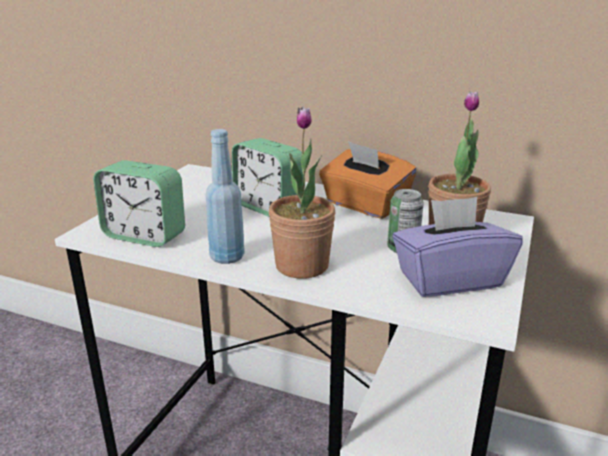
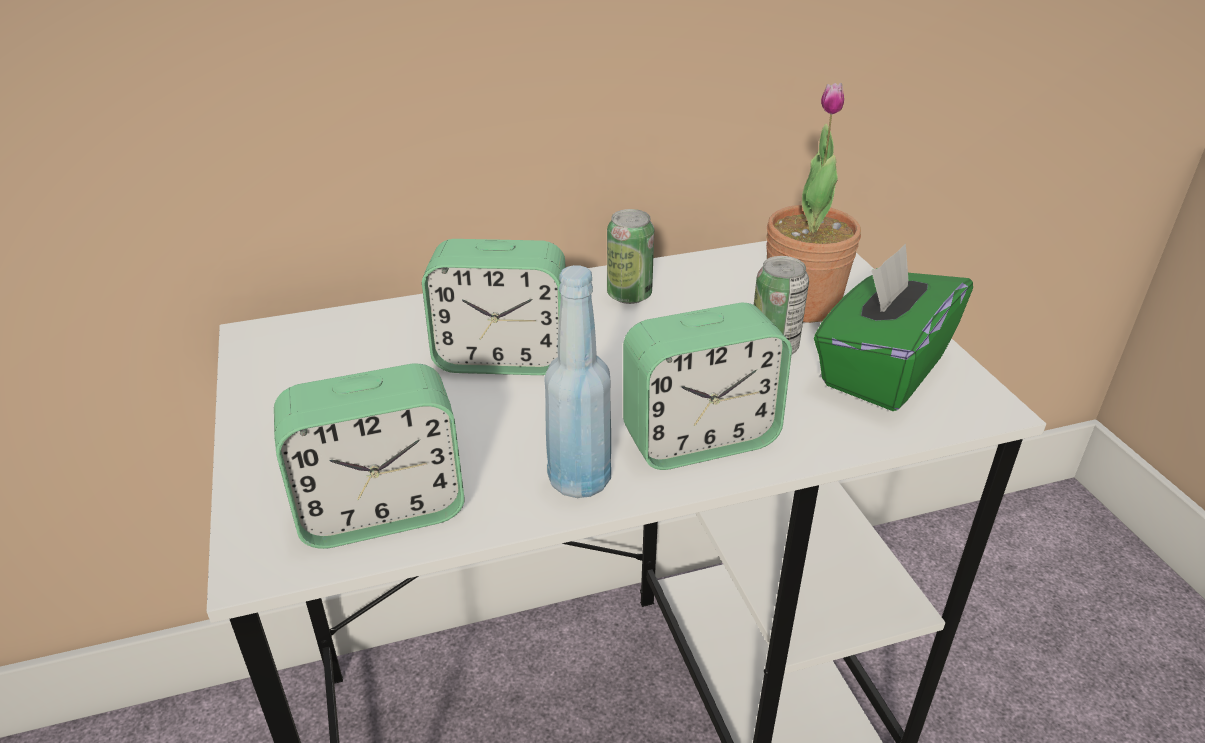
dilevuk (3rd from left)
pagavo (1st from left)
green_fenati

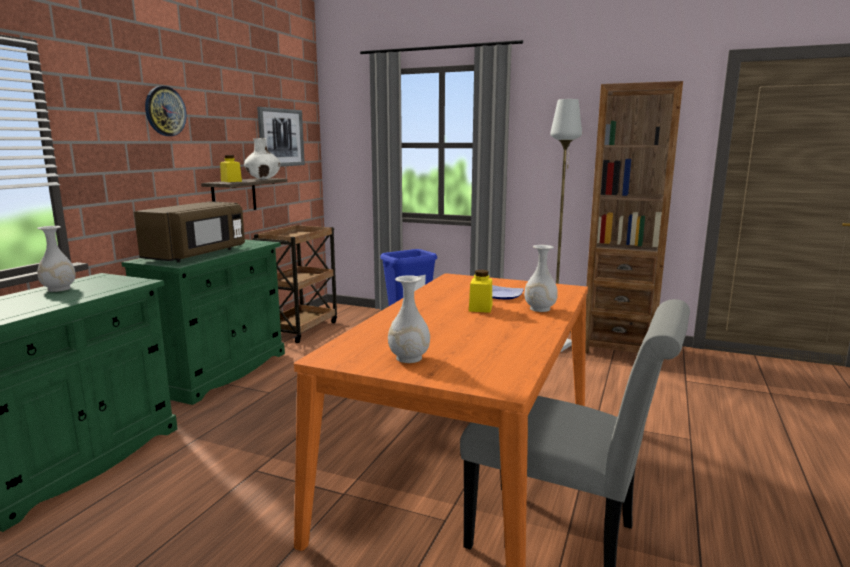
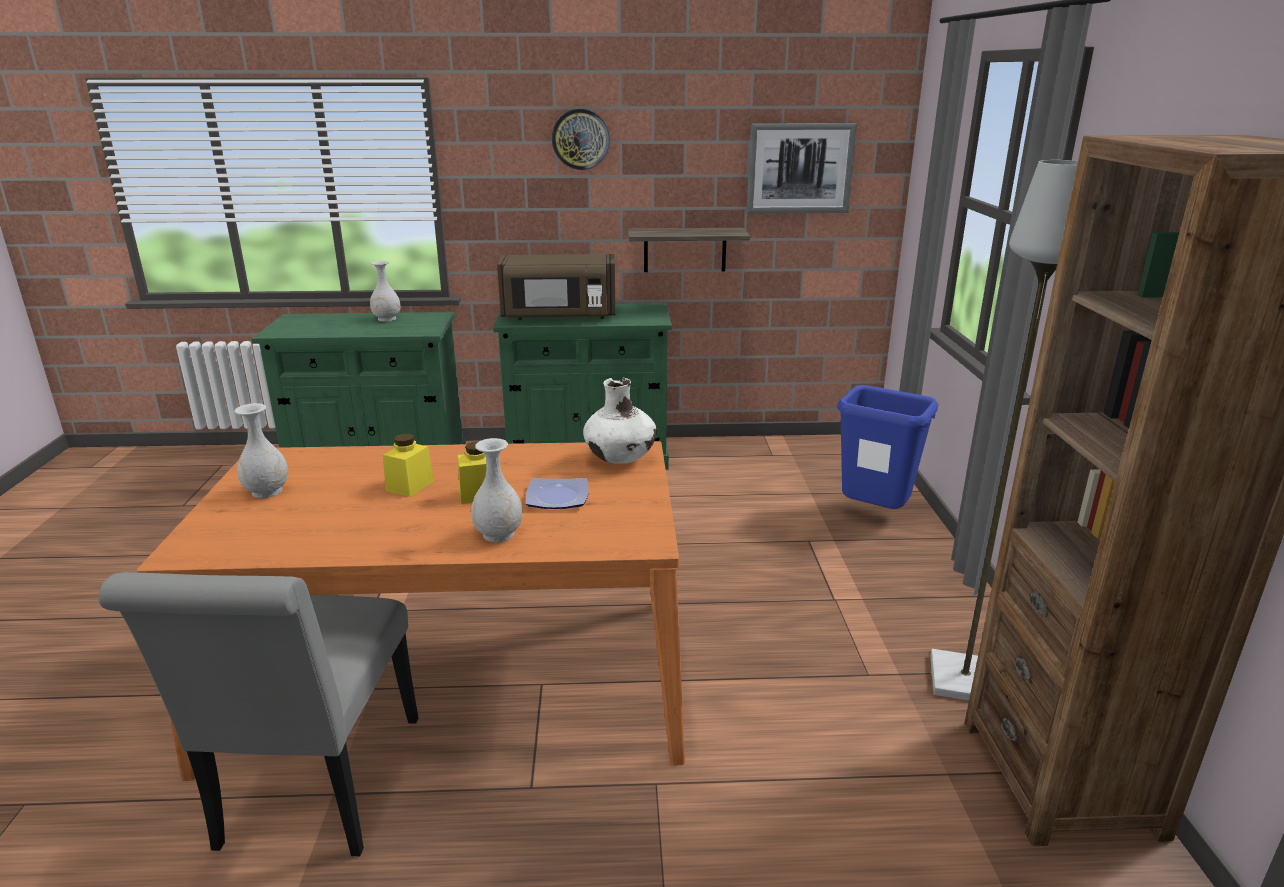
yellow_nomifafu (1st from left)
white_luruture (4th from left)
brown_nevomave

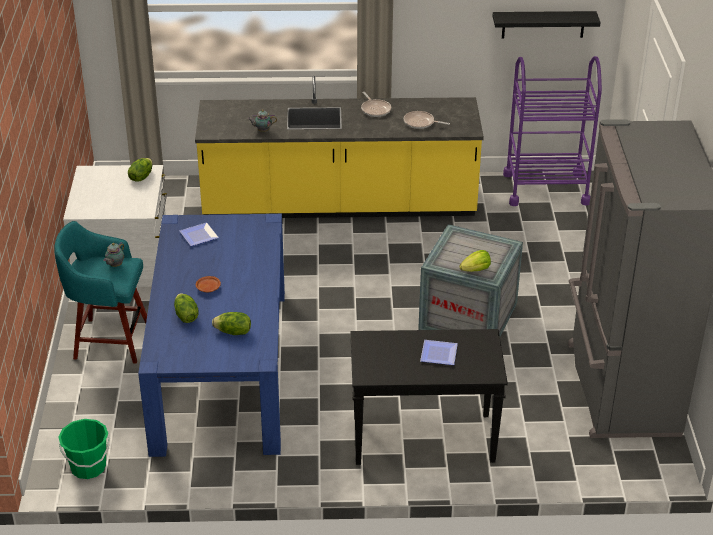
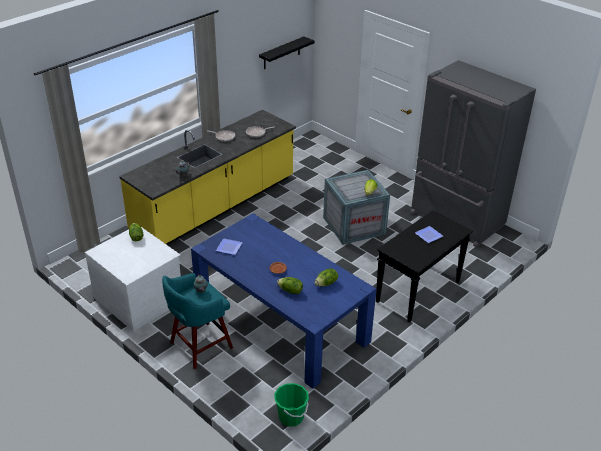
purple_nevomave

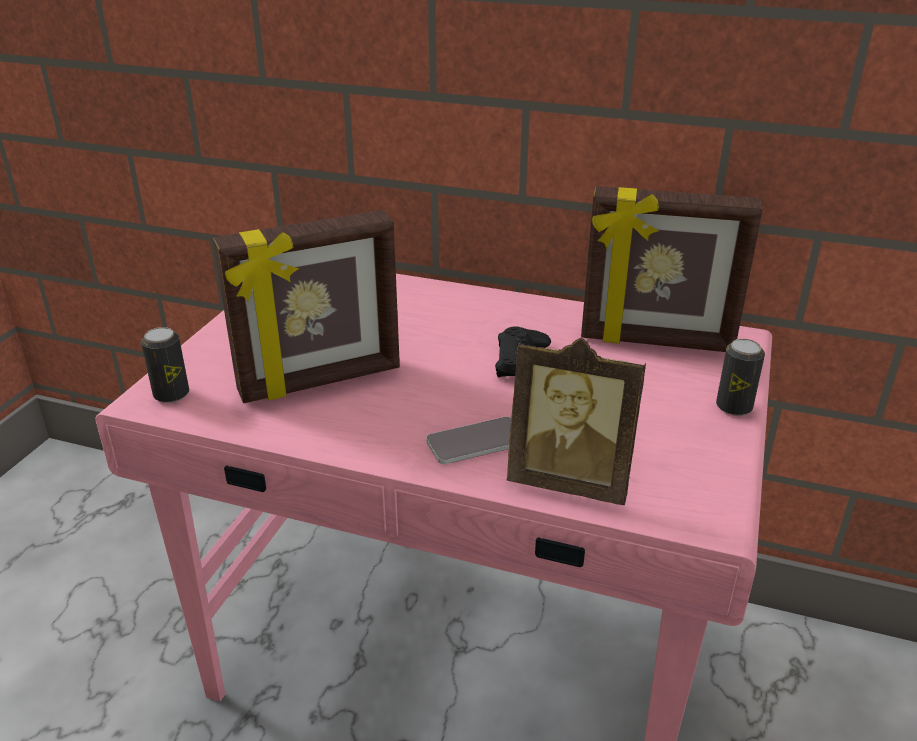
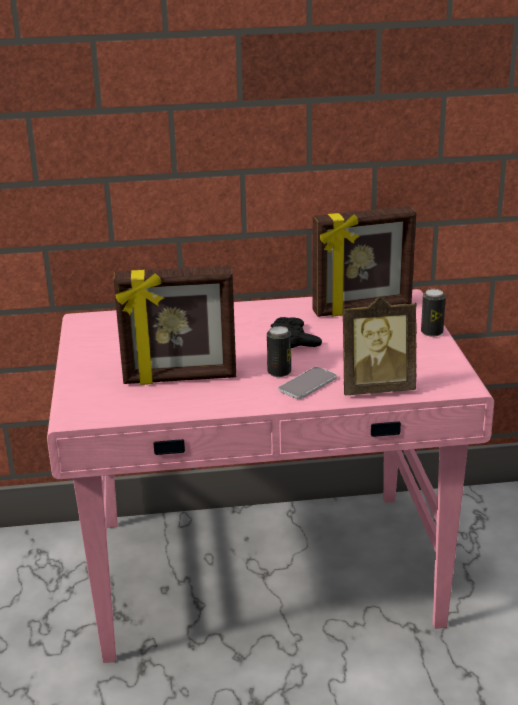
pagavo (1st from left)
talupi (1st from left)

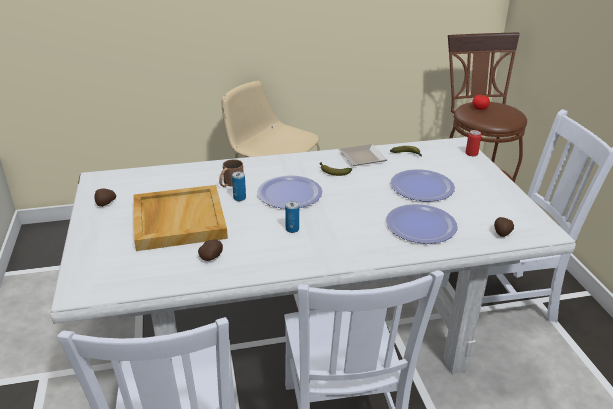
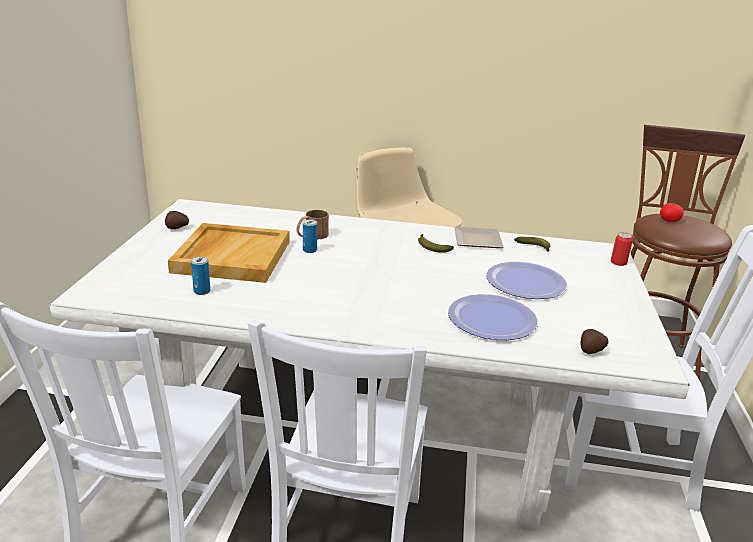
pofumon (2nd from left in the first image)
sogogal (1st from left in the first image)
pagavo (1st from left)

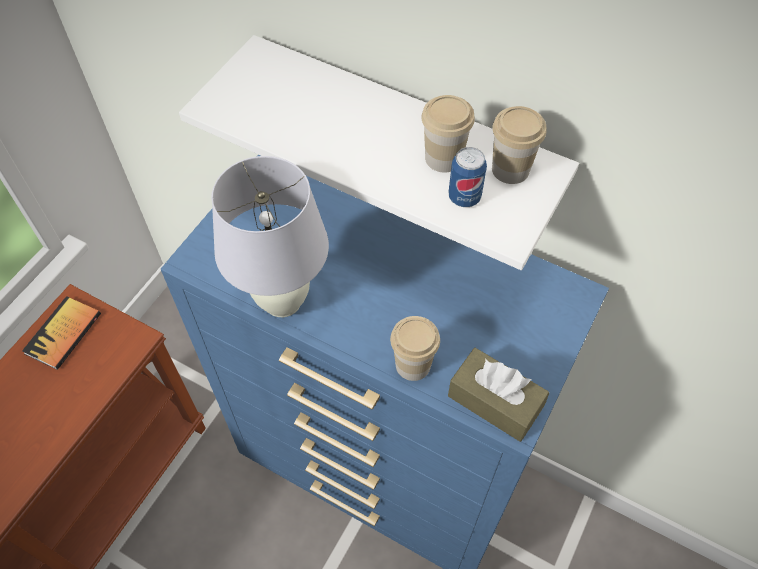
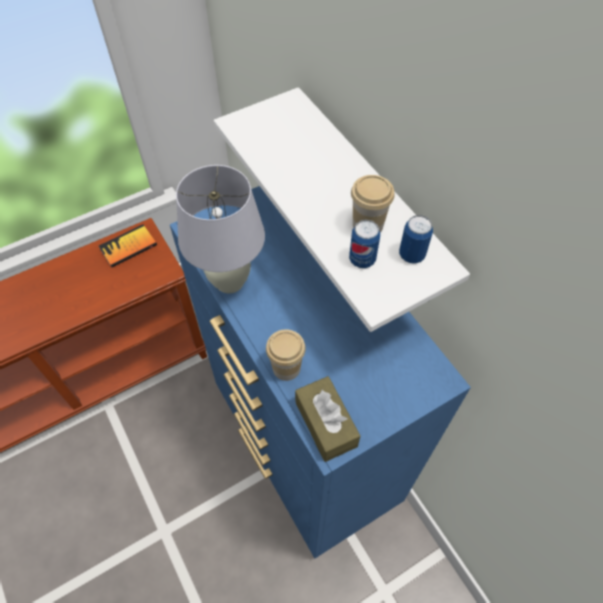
pagavo (2nd from left)

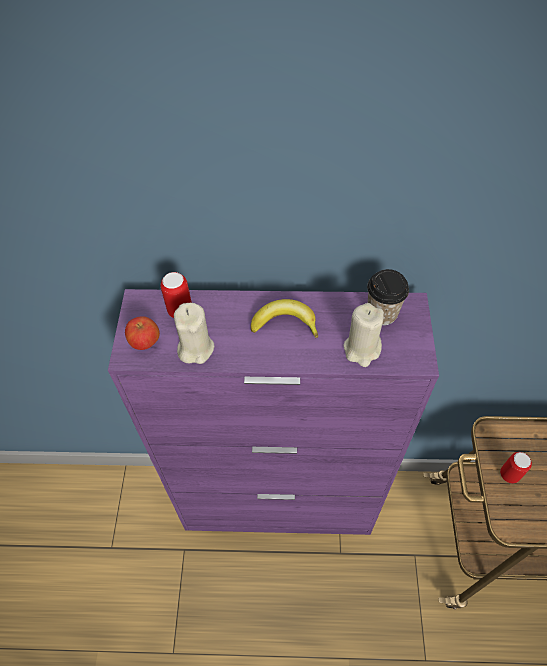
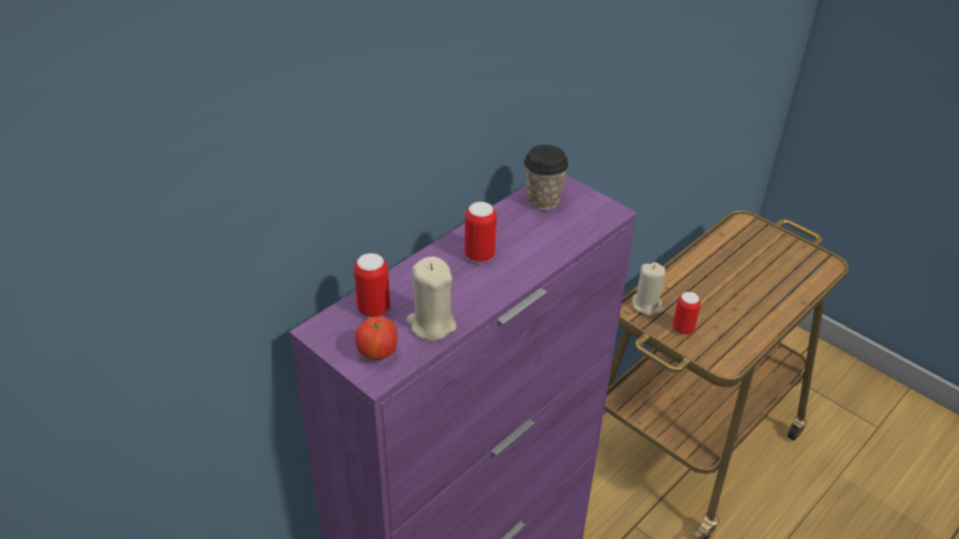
pagavo (2nd from left)
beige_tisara (2nd from left)

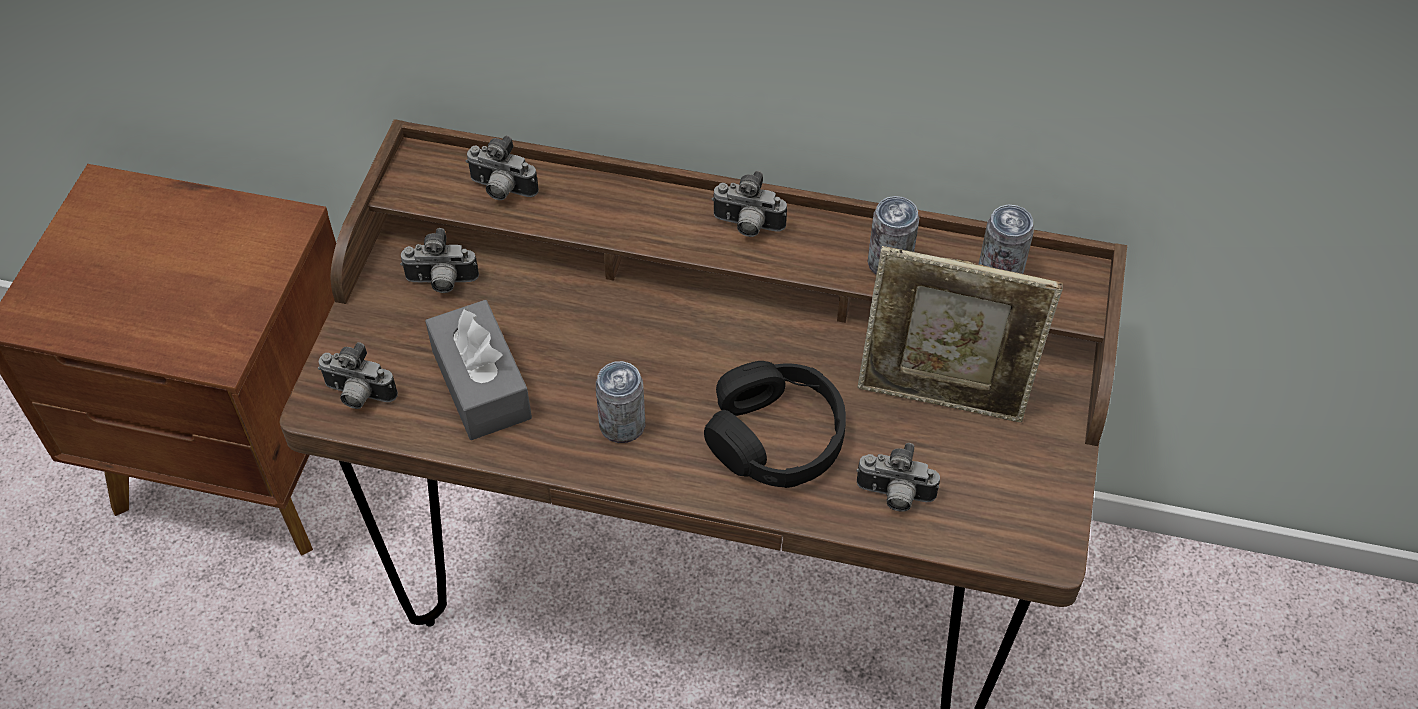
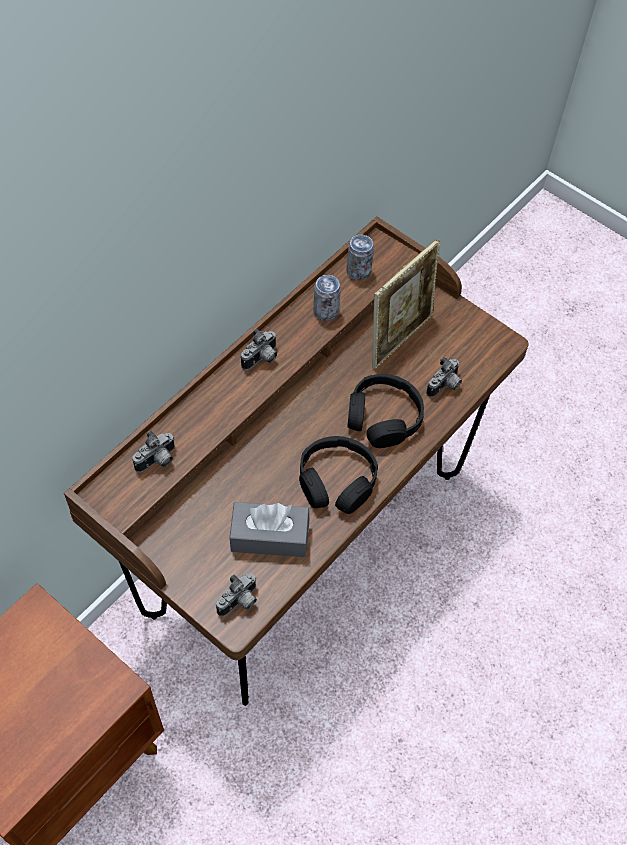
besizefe (2nd from left in the first image)
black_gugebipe (1st from left)

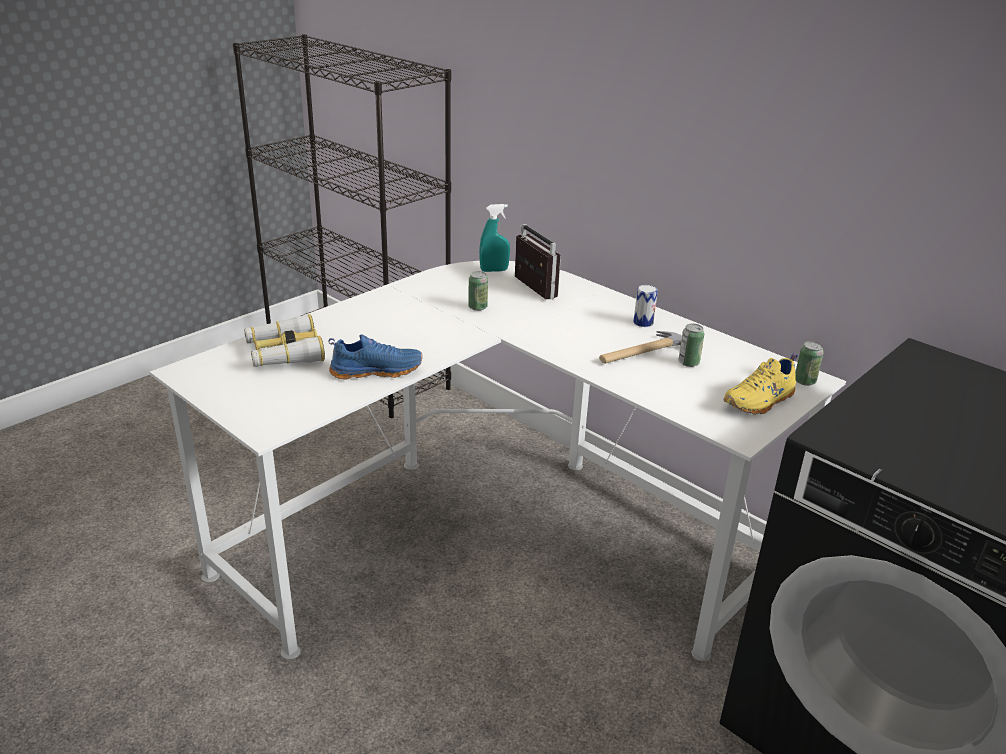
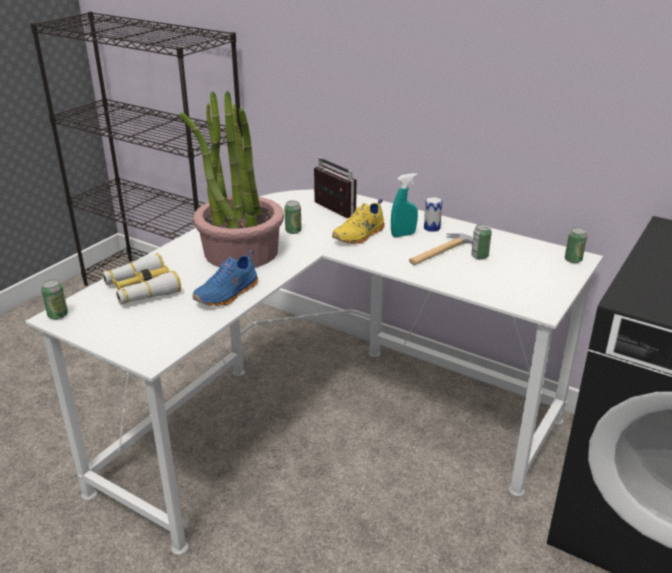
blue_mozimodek
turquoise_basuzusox
yellow_mozimodek
pagavo (1st from left)
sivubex

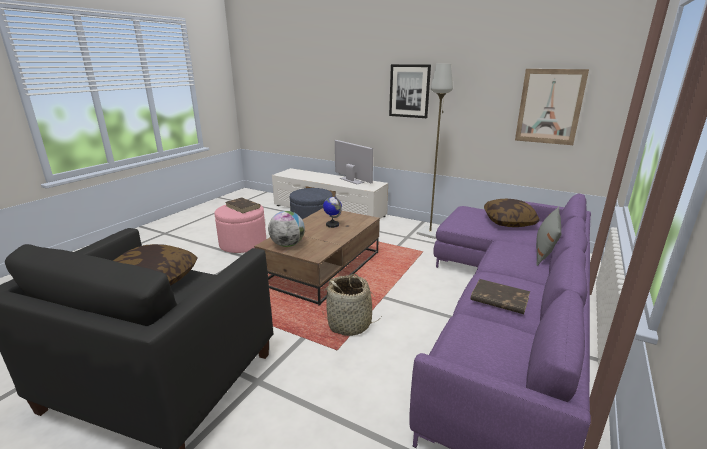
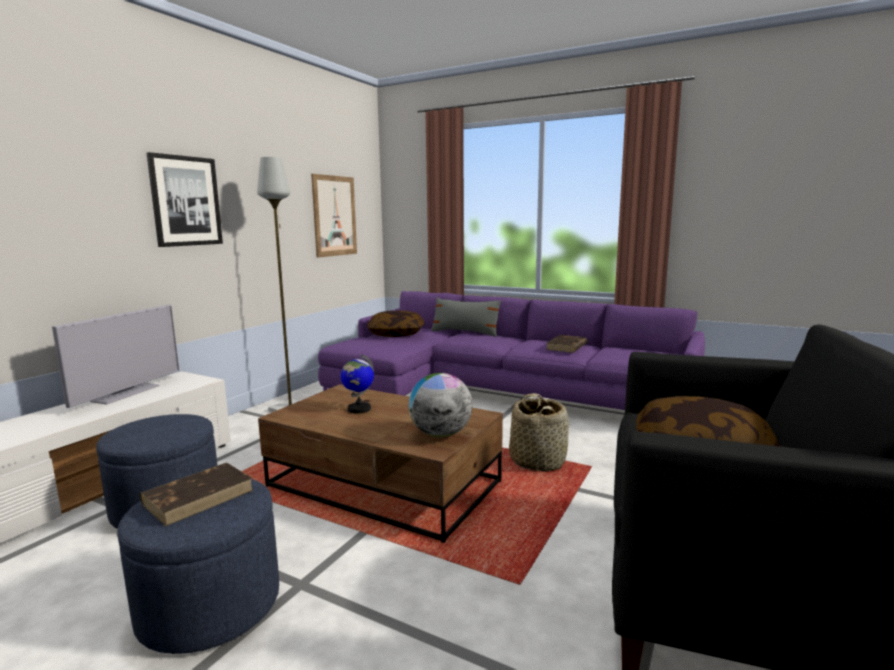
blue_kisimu (2nd from left)
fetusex

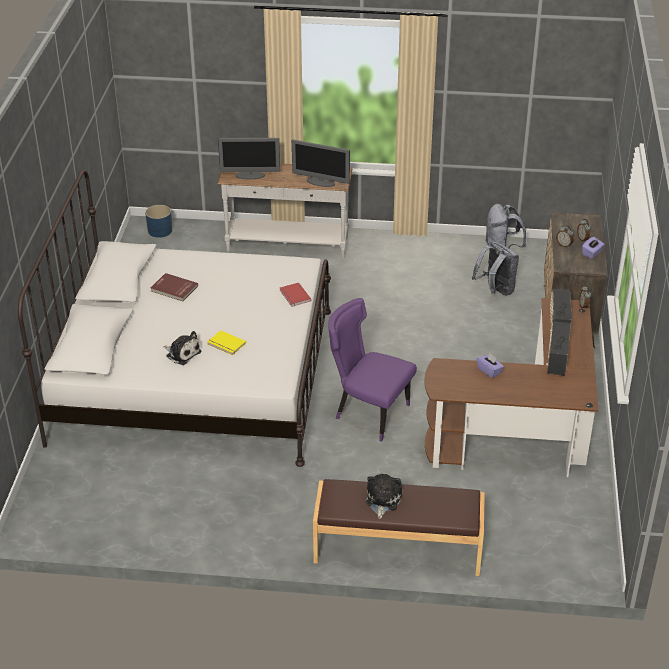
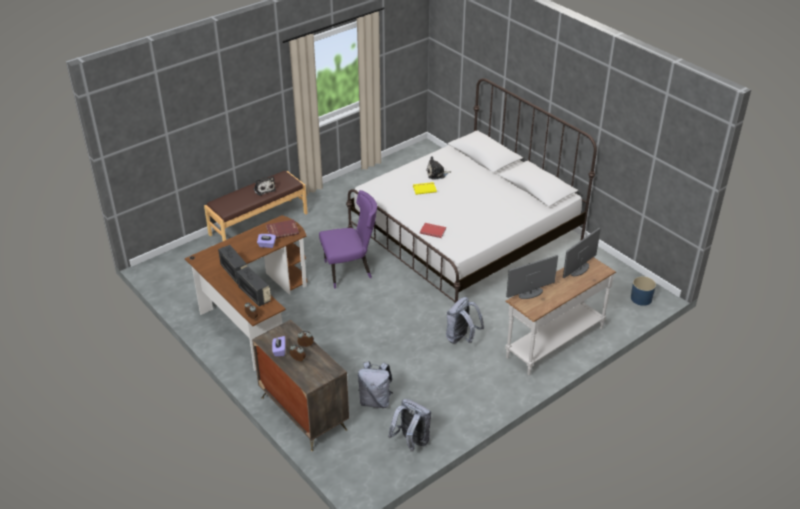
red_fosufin (1st from left)
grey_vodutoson (3rd from left)

